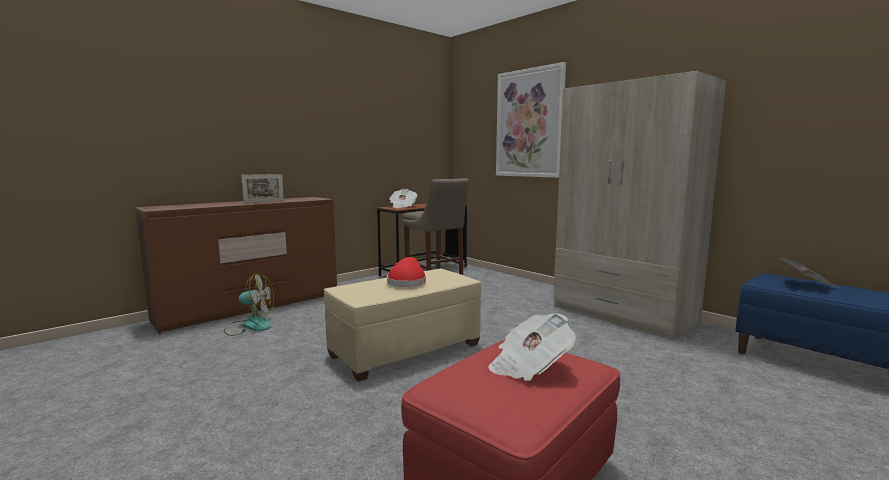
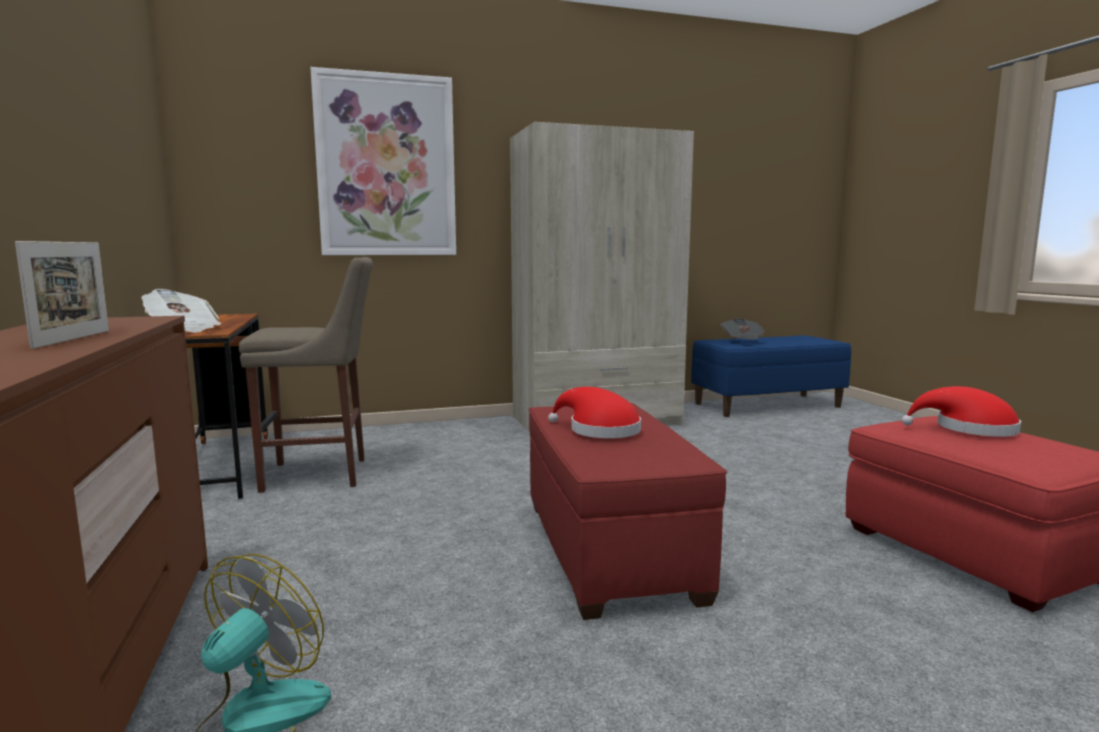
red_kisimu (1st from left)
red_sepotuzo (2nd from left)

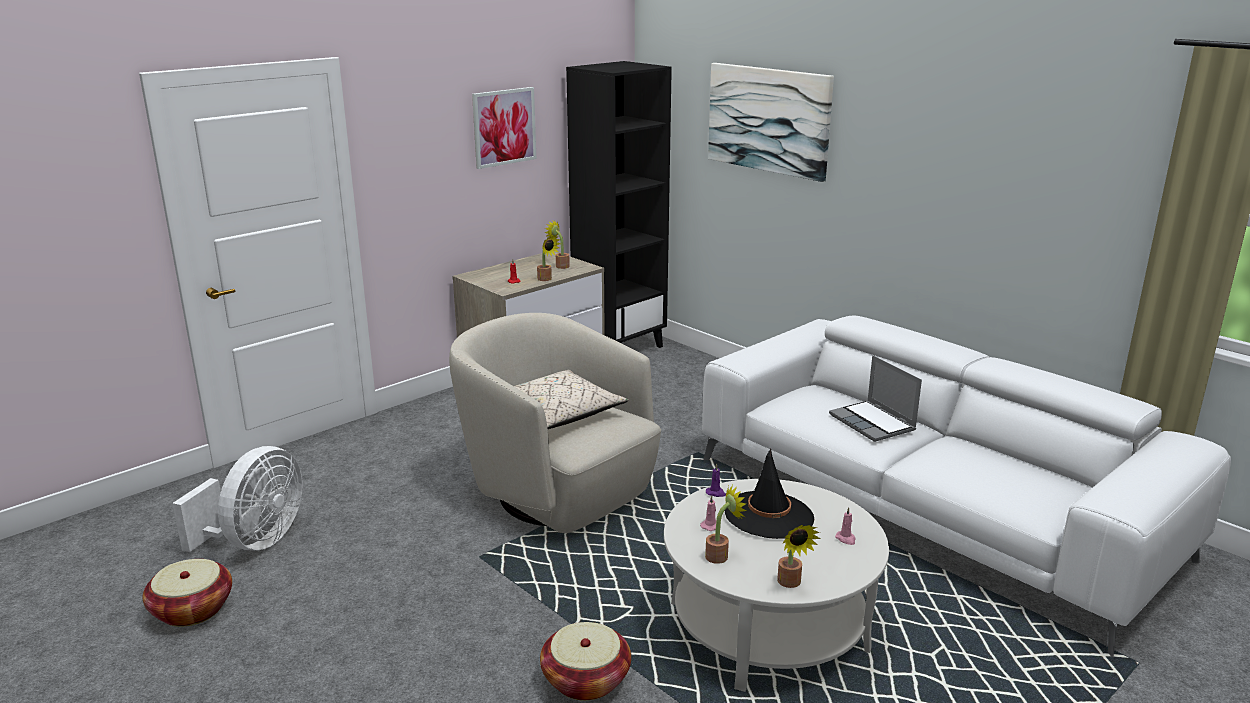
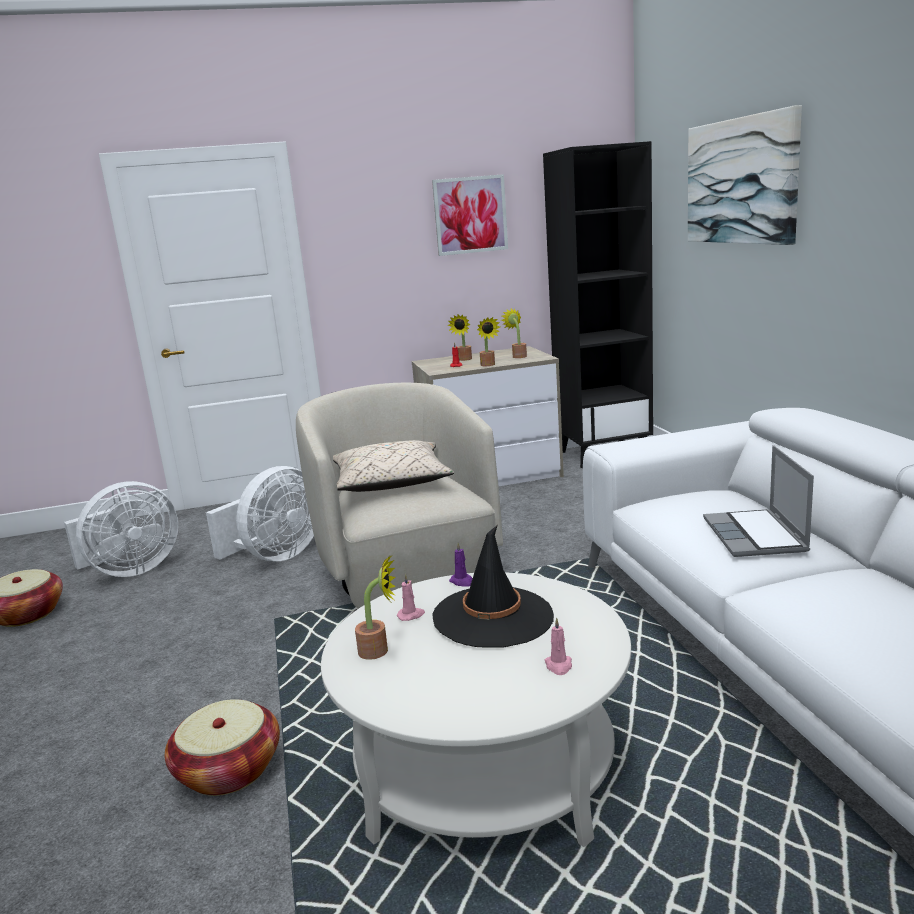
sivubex (2nd from left)
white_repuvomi (2nd from left)

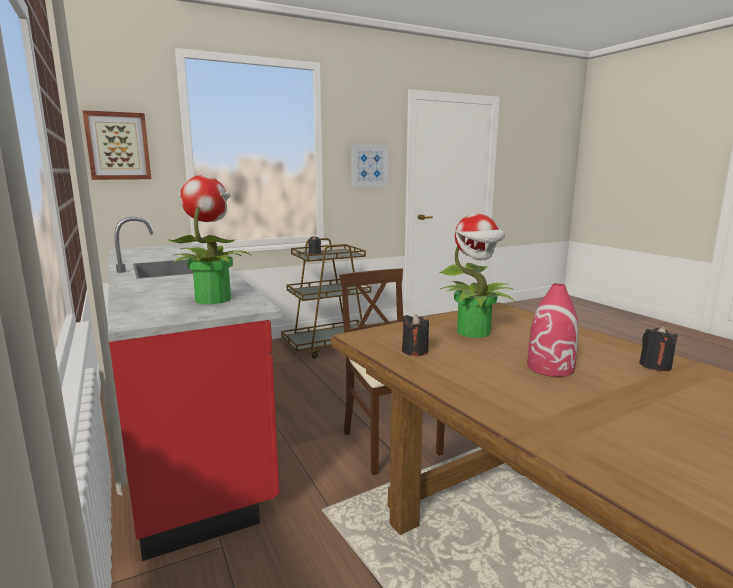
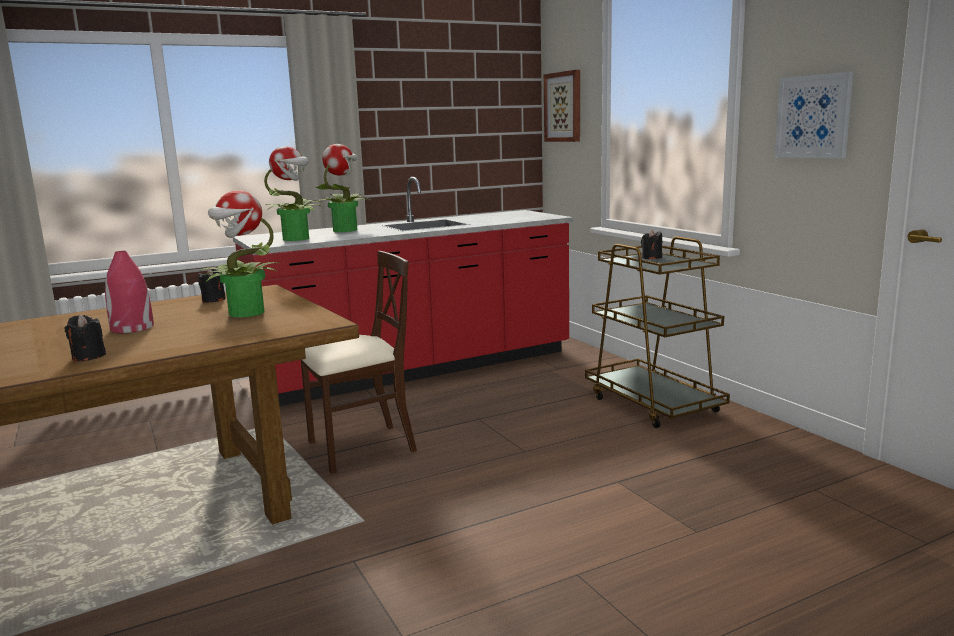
sivubex (3rd from left)

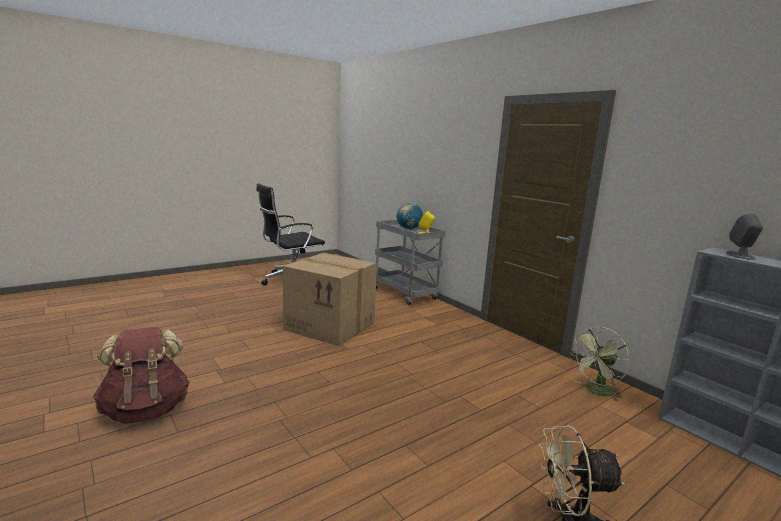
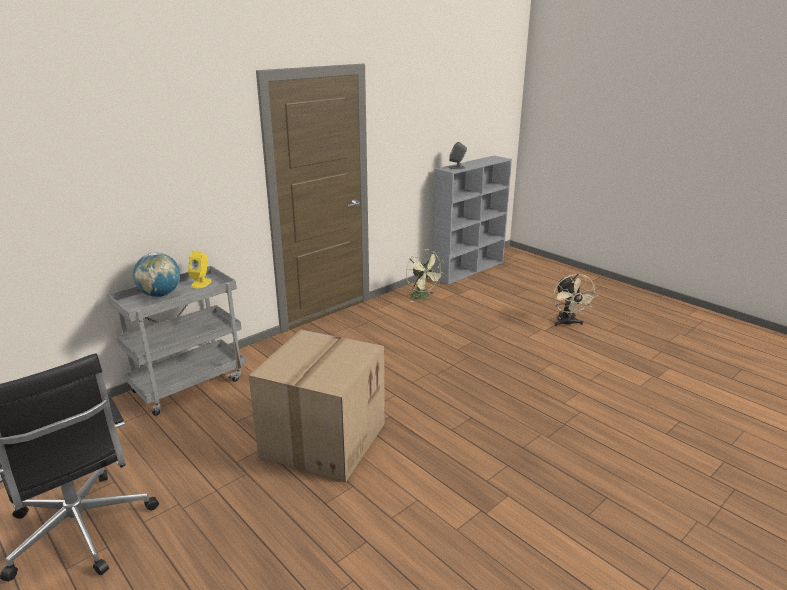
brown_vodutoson

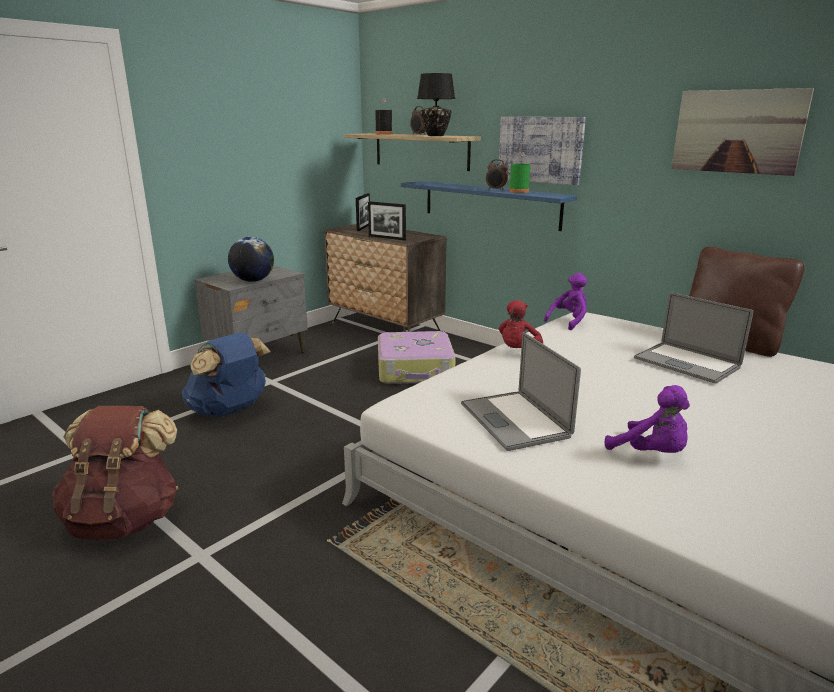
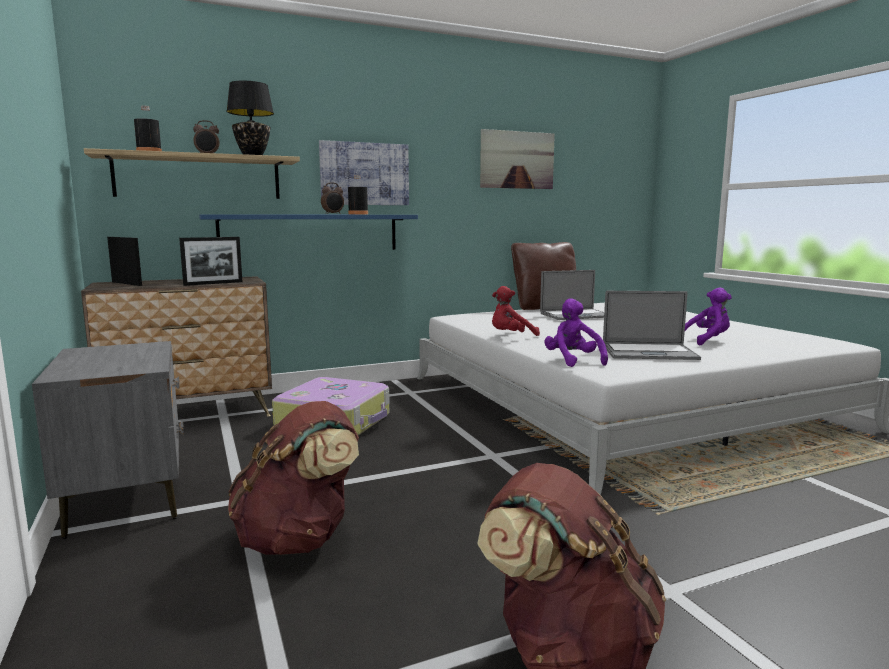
brown_vodutoson (1st from left)
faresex
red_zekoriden
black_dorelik (2nd from left)
purple_zekoriden (1st from left)

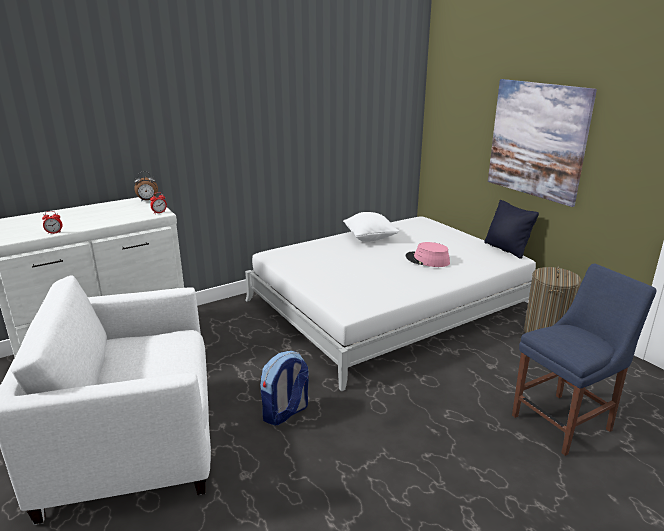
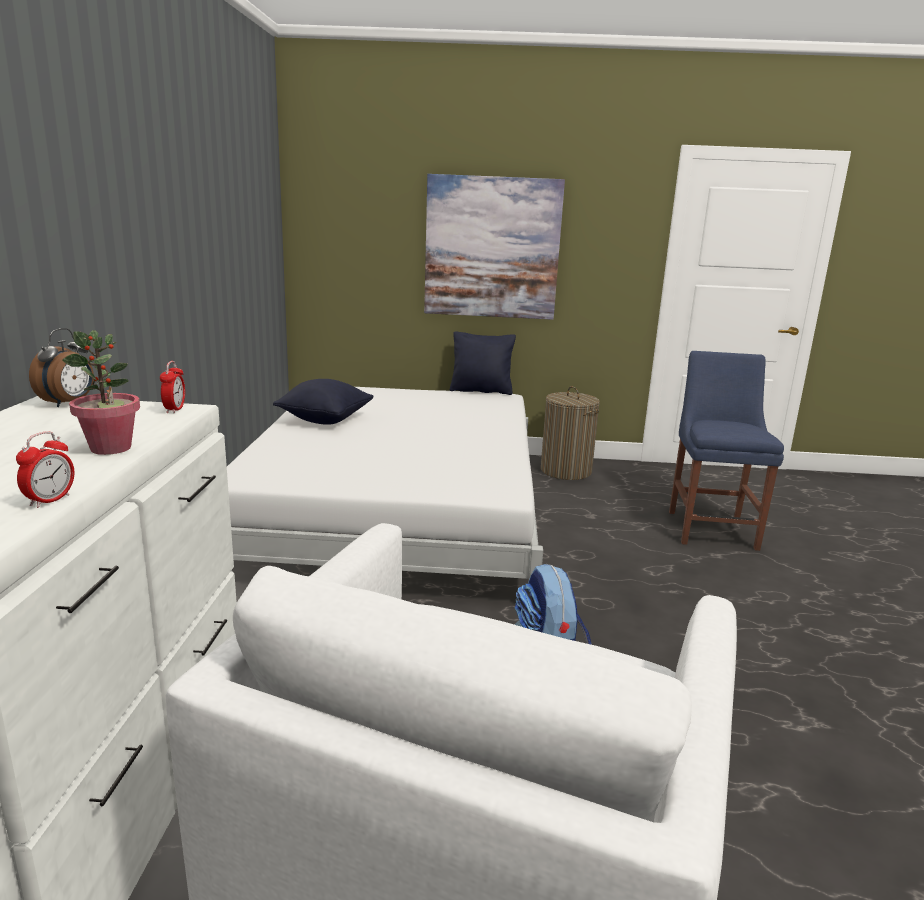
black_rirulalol (1st from left)
pink_sepotuzo
sivubex

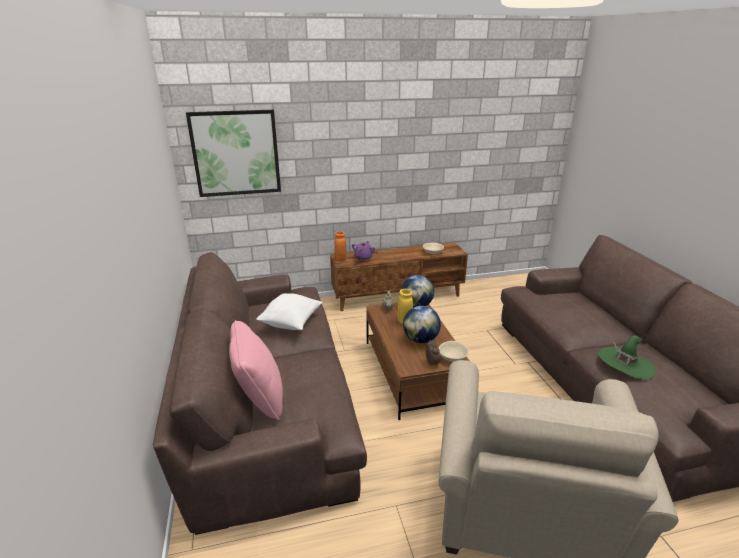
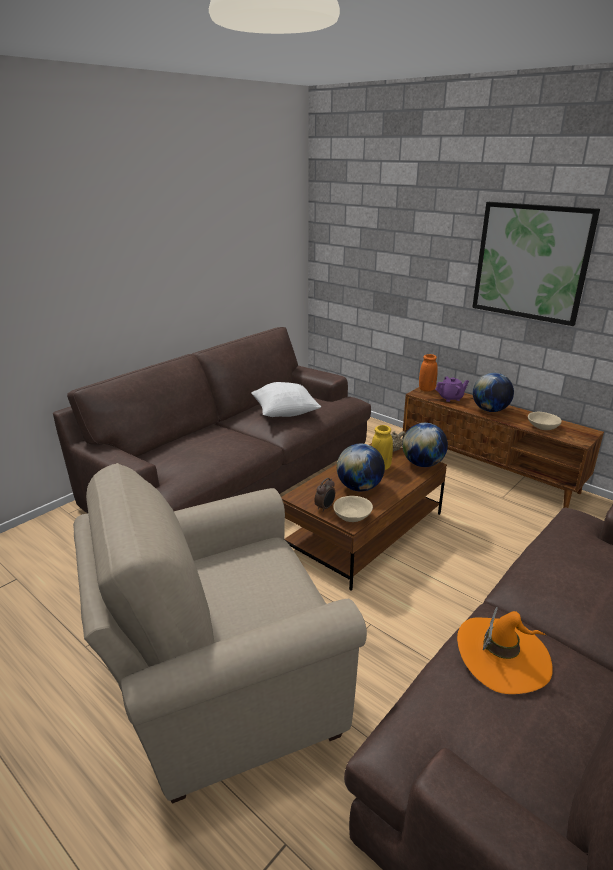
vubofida
pink_rirulalol
orange_sepotuzo
faresex (3rd from left)

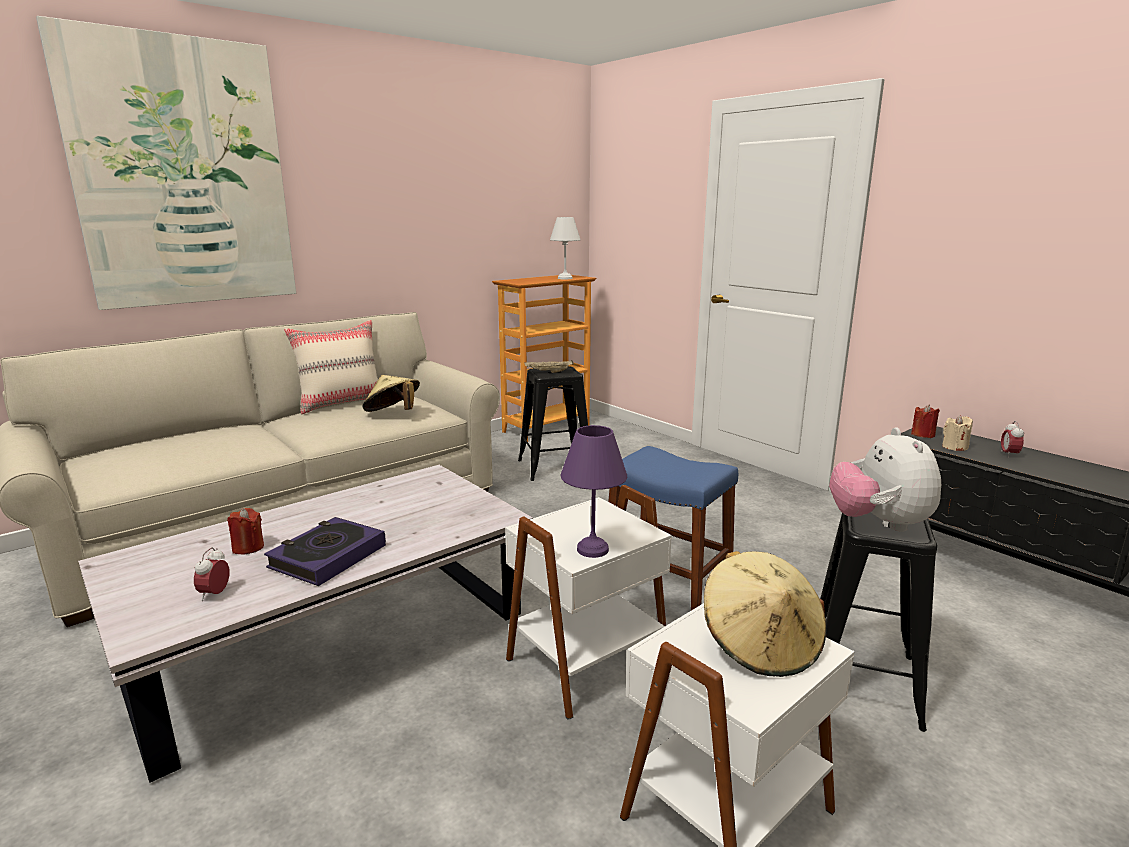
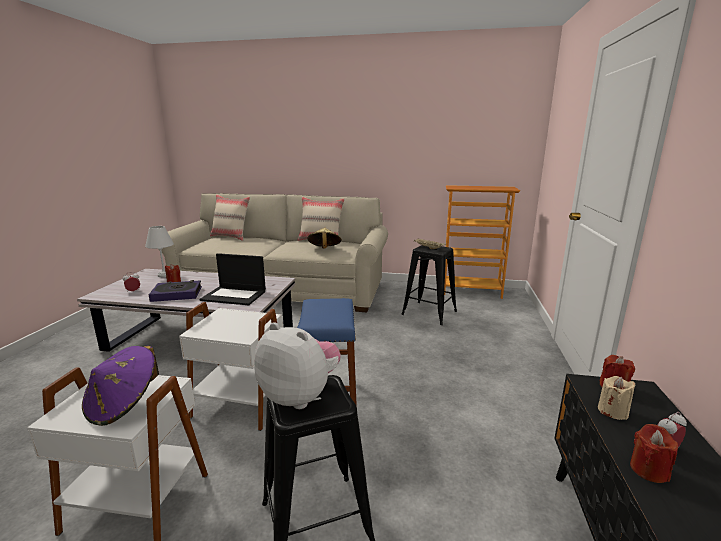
vubofida
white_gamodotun
purple_gamodotun
purple_sepotuzo
zekoriden
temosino
beige_rirulalol (1st from left)
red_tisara (3rd from left)

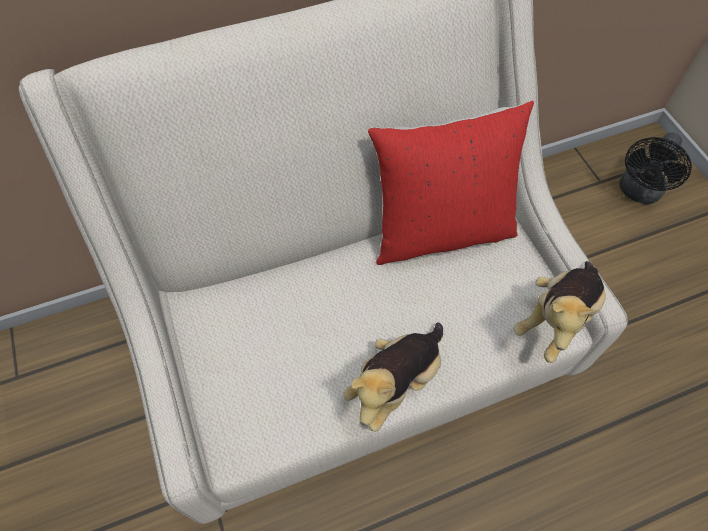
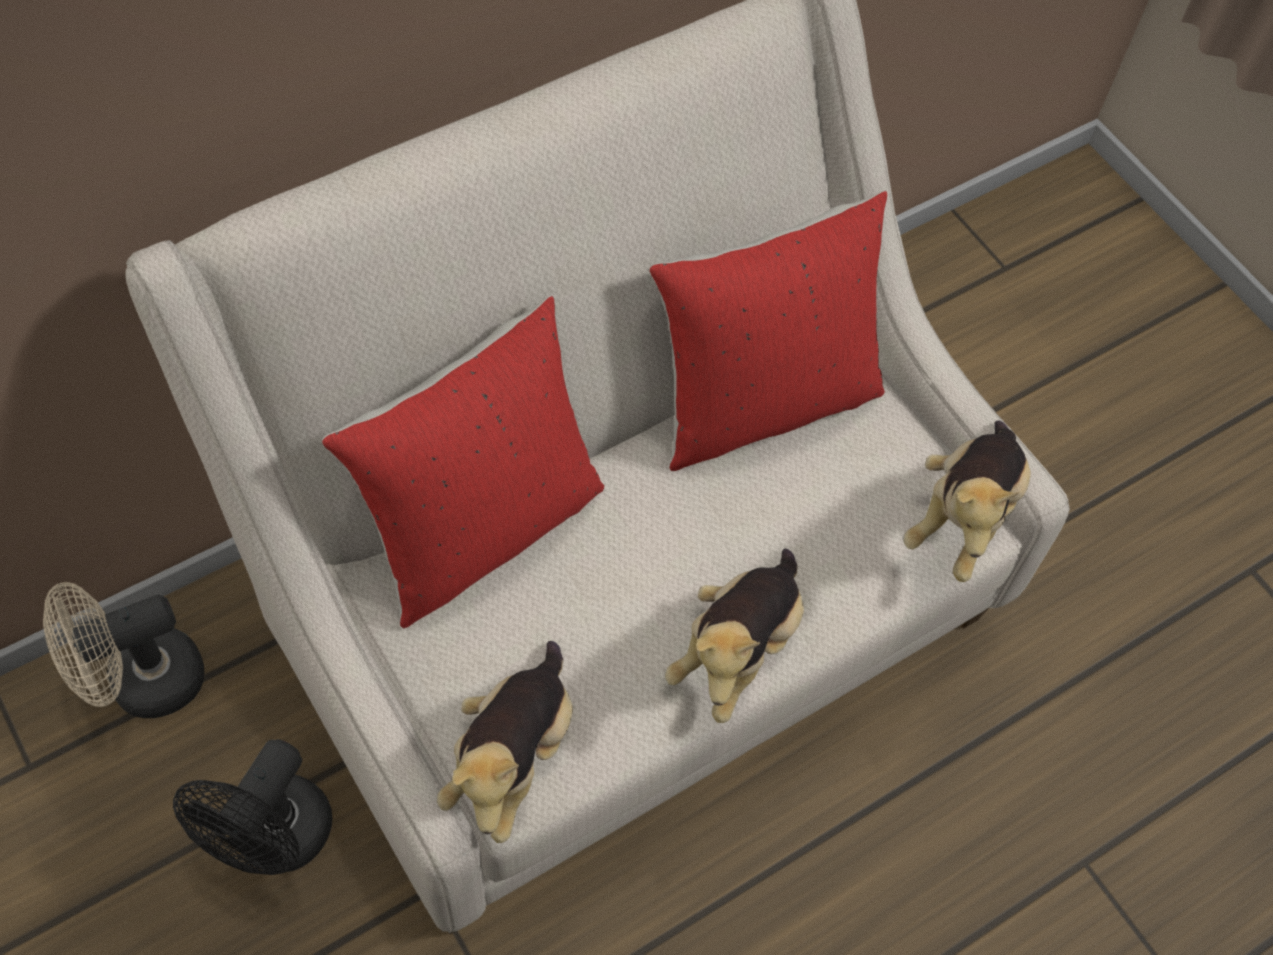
black_repuvomi
beige_repuvomi
red_rirulalol (1st from left)
zekoriden (1st from left)

